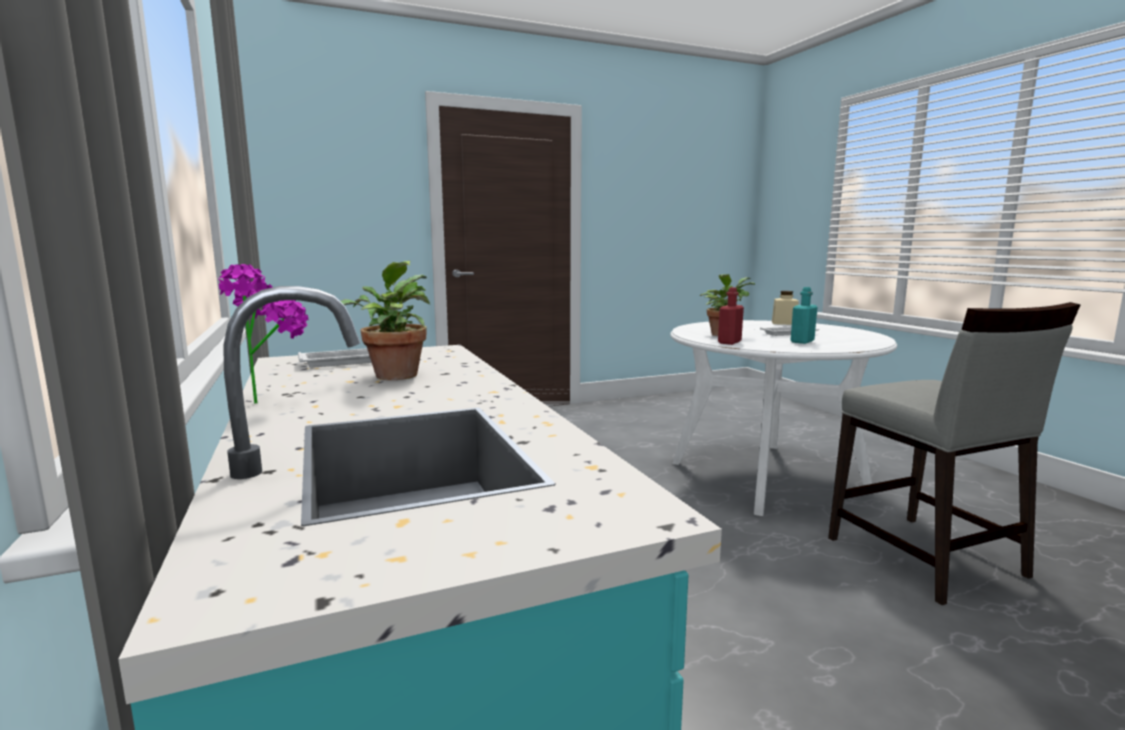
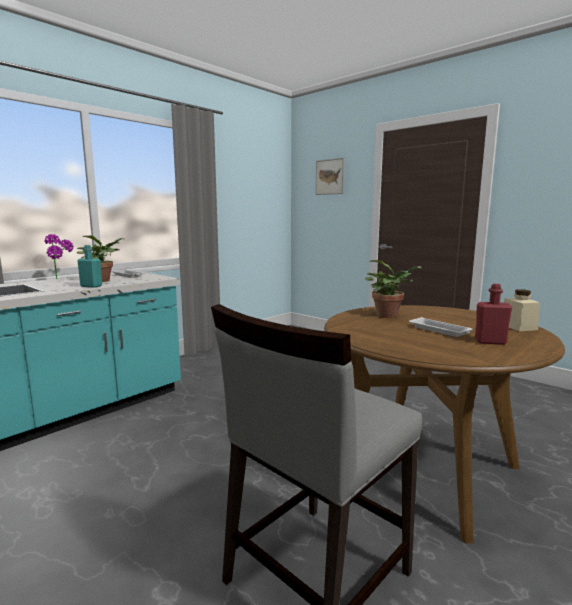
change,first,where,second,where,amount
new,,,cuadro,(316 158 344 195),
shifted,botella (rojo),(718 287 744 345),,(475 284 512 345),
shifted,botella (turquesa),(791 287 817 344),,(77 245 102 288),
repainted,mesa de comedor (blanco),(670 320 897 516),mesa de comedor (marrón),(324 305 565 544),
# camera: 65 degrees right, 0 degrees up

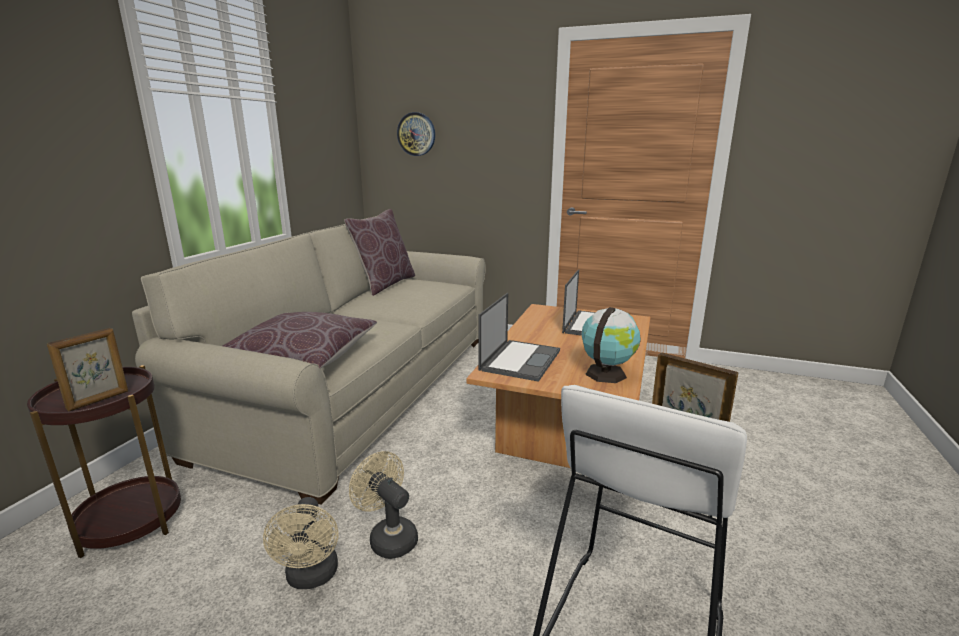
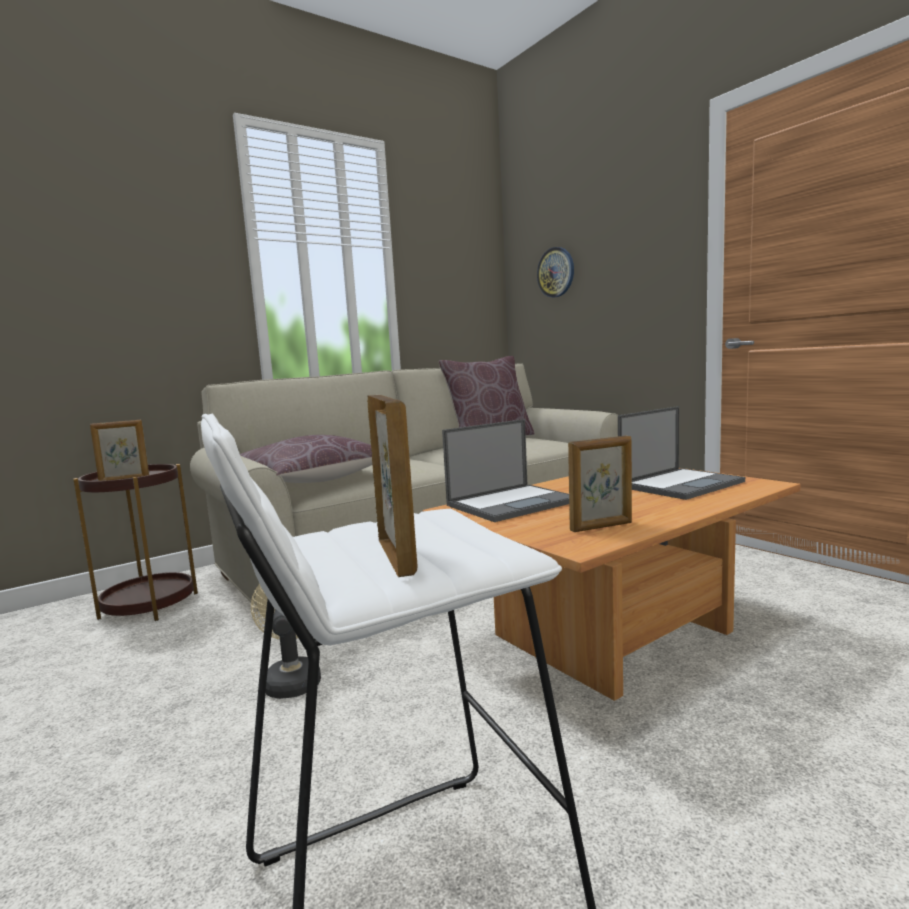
change,first,where,second,where,amount
gone,ventilador (beis),(263 497 338 589),,,
swapped,globo terráqueo,(581 307 641 383),portarretratos,(568 436 632 532),
# camera: 35 degrees right, 10 degrees down

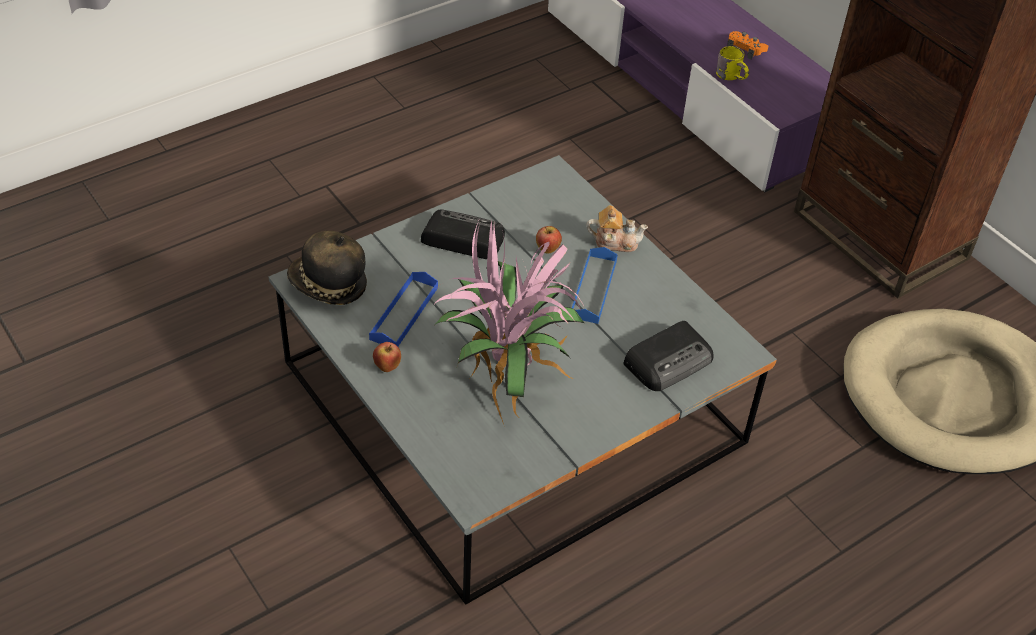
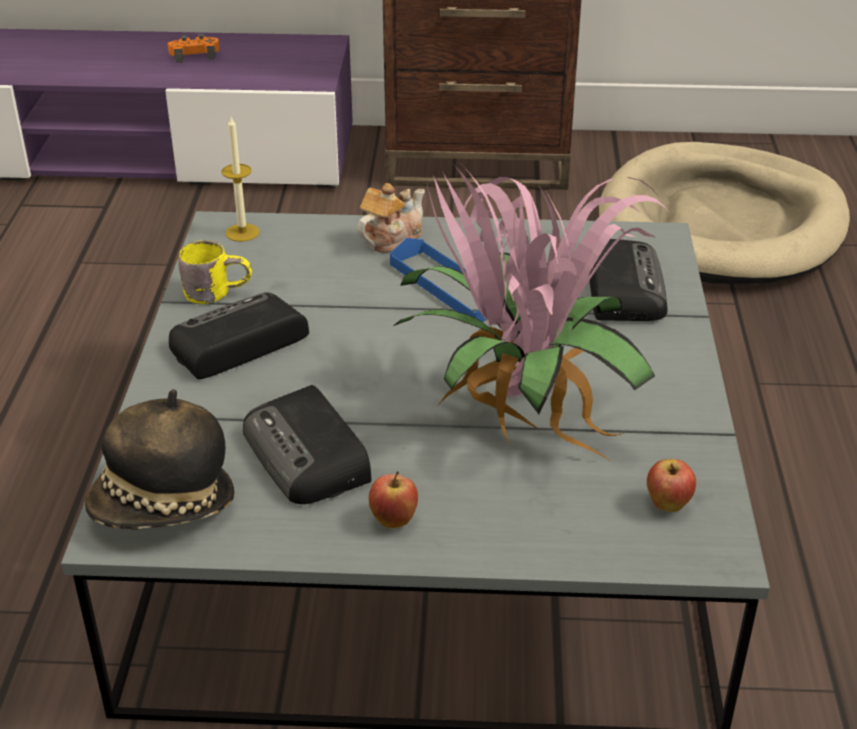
change,first,where,second,where,amount
new,,,vela,(222 117 260 242),
shifted,manzana,(536 226 562 254),,(647 459 696 512),
shifted,taza grande (amarillo),(716 46 749 80),,(178 240 252 304),
swapped,bandeja (azul),(369 272 438 346),radio,(243 385 371 504),
# camera: 50 degrees left, 10 degrees down

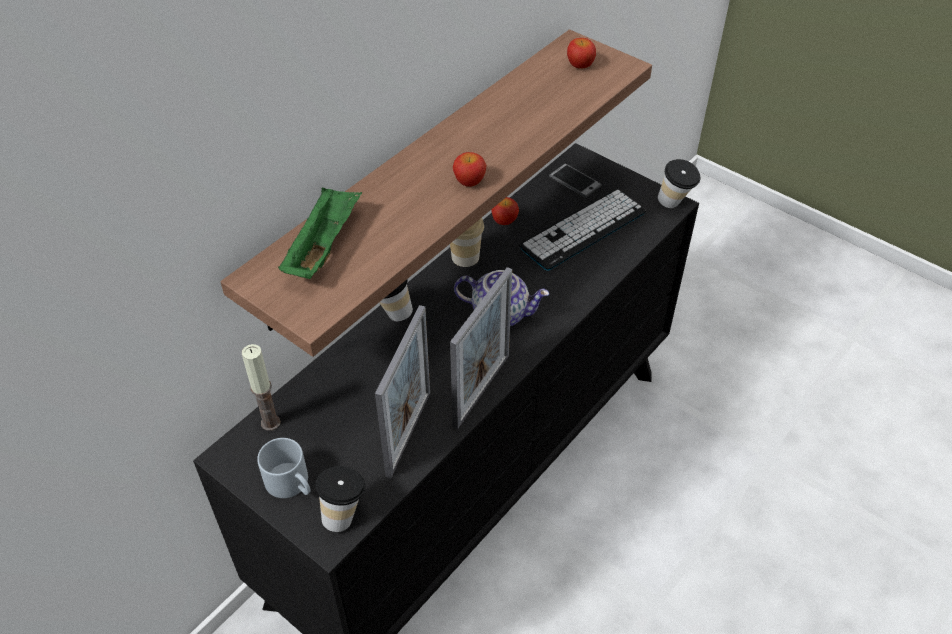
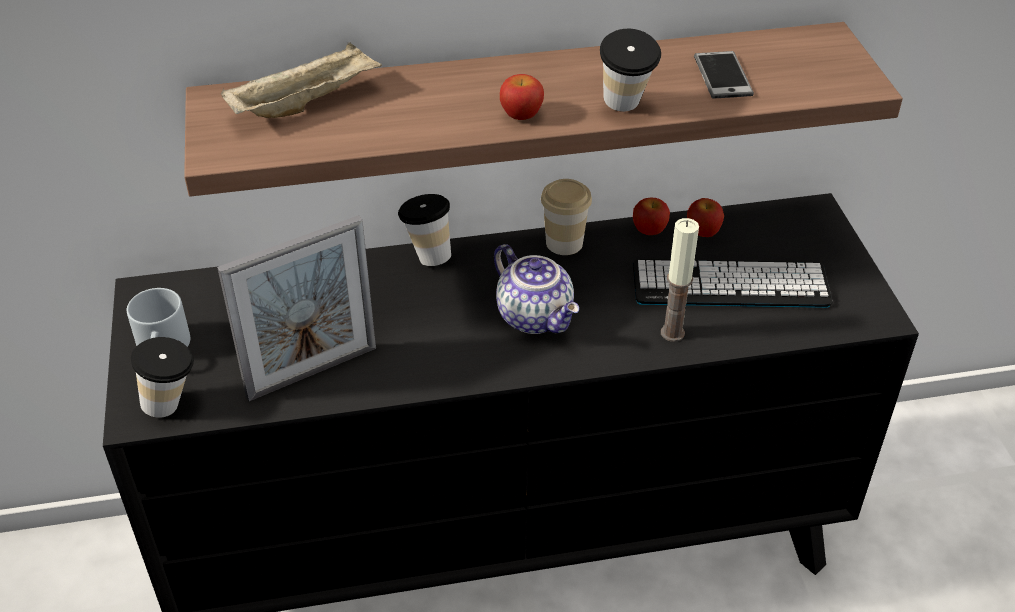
change,first,where,second,where,amount
gone,portarretratos,(450 267 512 429),,,
shifted,vela,(242 344 281 431),,(661 218 699 342),
shifted,móvil,(549 163 602 198),,(694 51 754 99),
shifted,manzana,(567 38 596 69),,(687 198 724 237),
shifted,taza,(658 159 701 208),,(600 29 661 112),
repainted,bandeja (verde),(278 188 362 279),bandeja (beis),(221 42 382 118),
# camera: 40 degrees right, 5 degrees down

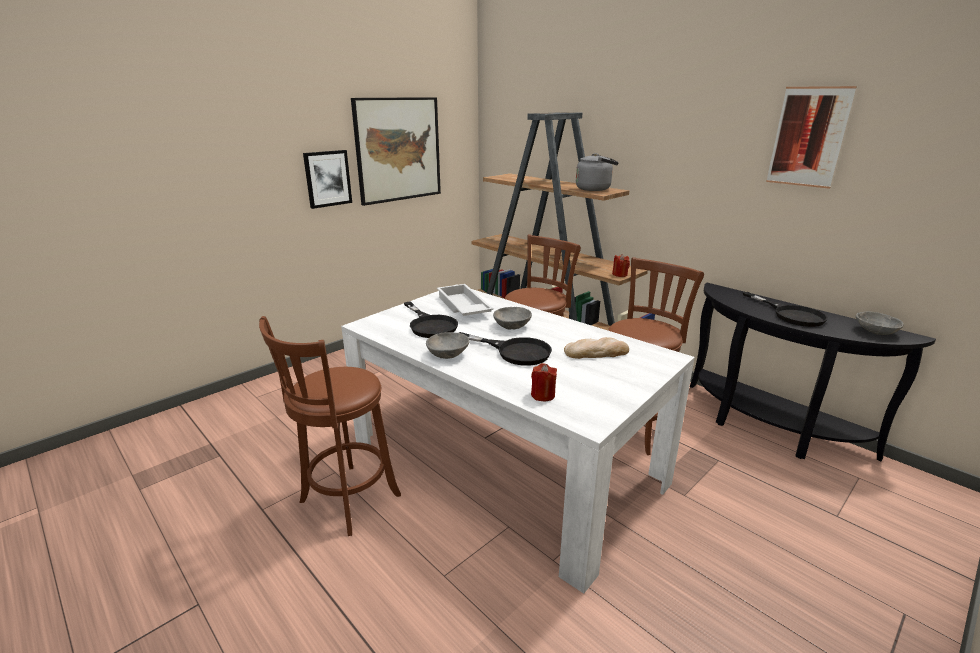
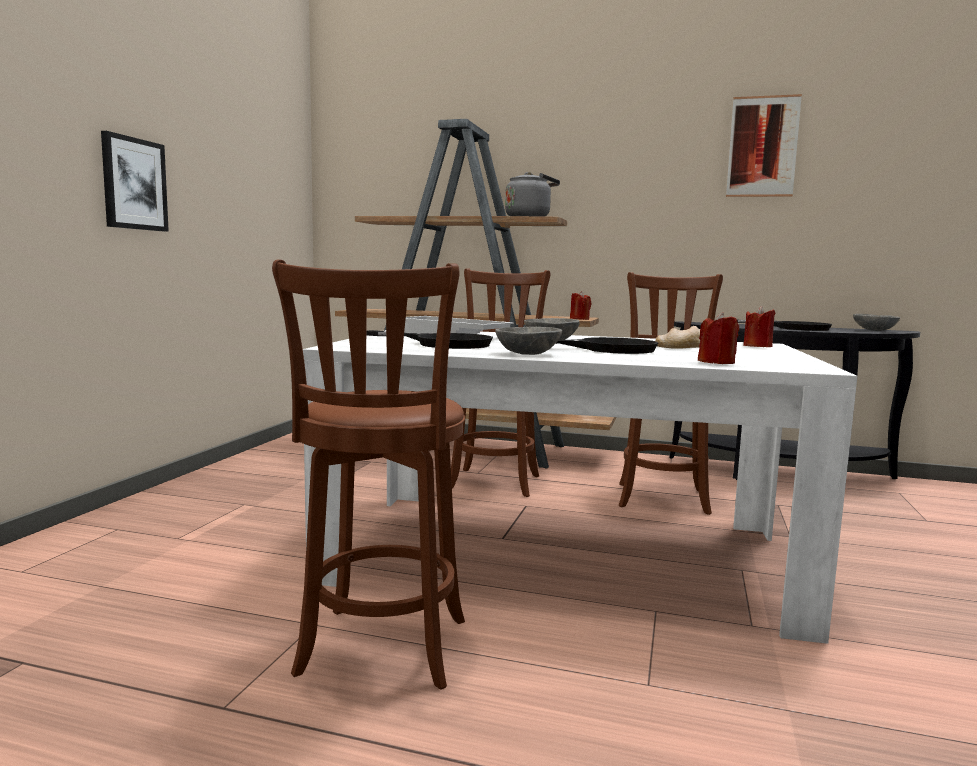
change,first,where,second,where,amount
gone,cuadro,(351 97 441 206),,,
new,,,vela (rojo),(743 306 776 347),
# camera: 30 degrees left, 15 degrees down

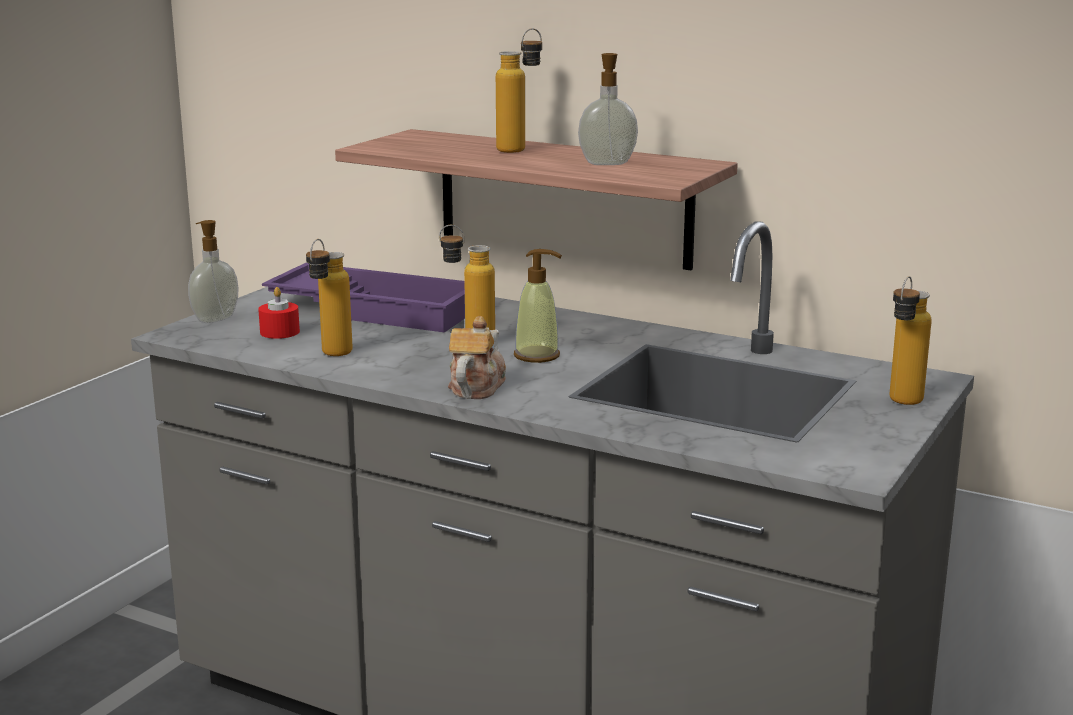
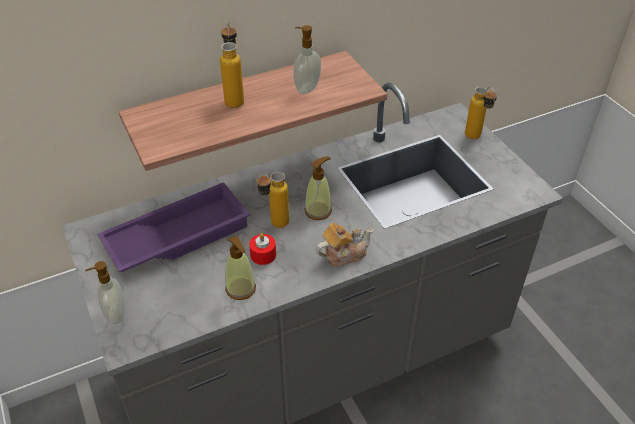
change,first,where,second,where,amount
shifted,vela (rojo),(258 287 300 339),,(249 233 276 265),
swapped,botella,(306 239 353 356),dispensador de jabón,(225 235 256 300),
rotated,tetera,(448 316 506 399),,(316 223 373 267),105 degrees clockwise
# camera: 55 degrees left, 25 degrees up

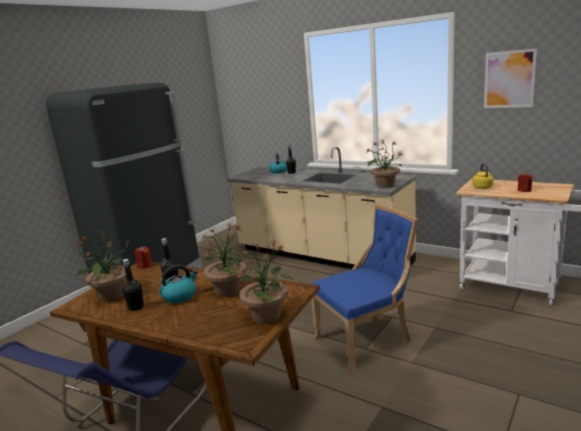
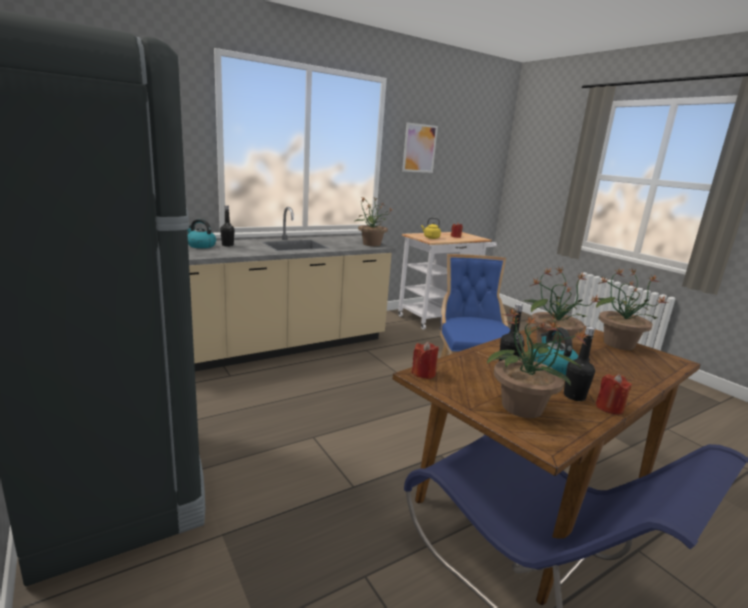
change,first,where,second,where,amount
new,,,vela (rojo),(596 374 632 415),
# camera: 70 degrees left, 0 degrees up

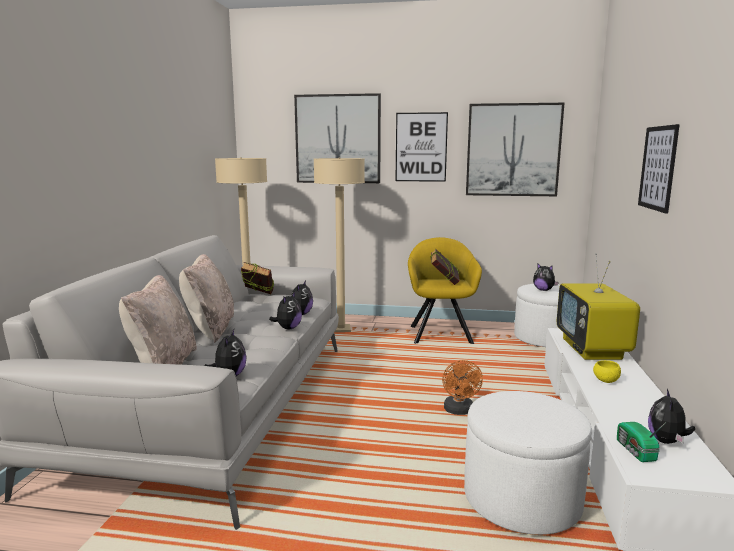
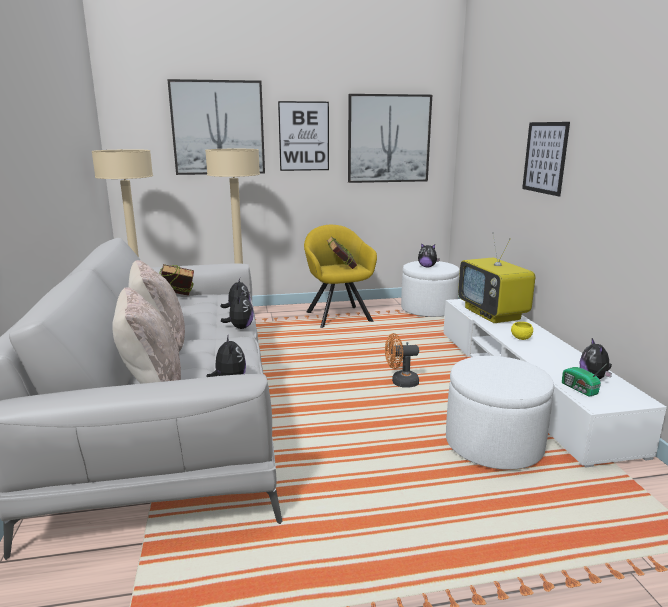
change,first,where,second,where,amount
rotated,ventilador (naranja),(442 360 483 415),,(385 333 419 388),105 degrees clockwise
# camera: 20 degrees left, 5 degrees up

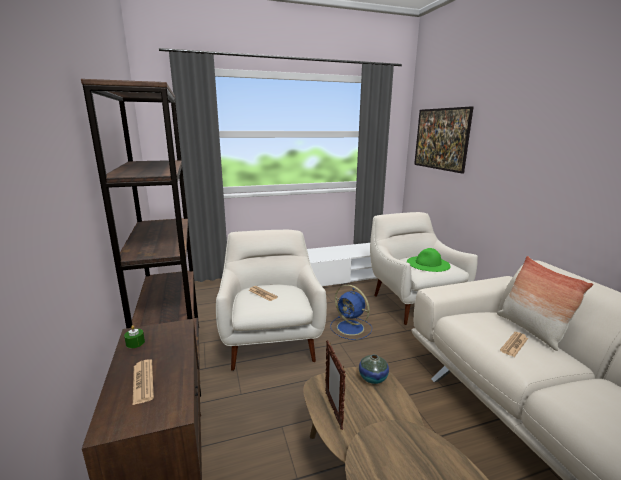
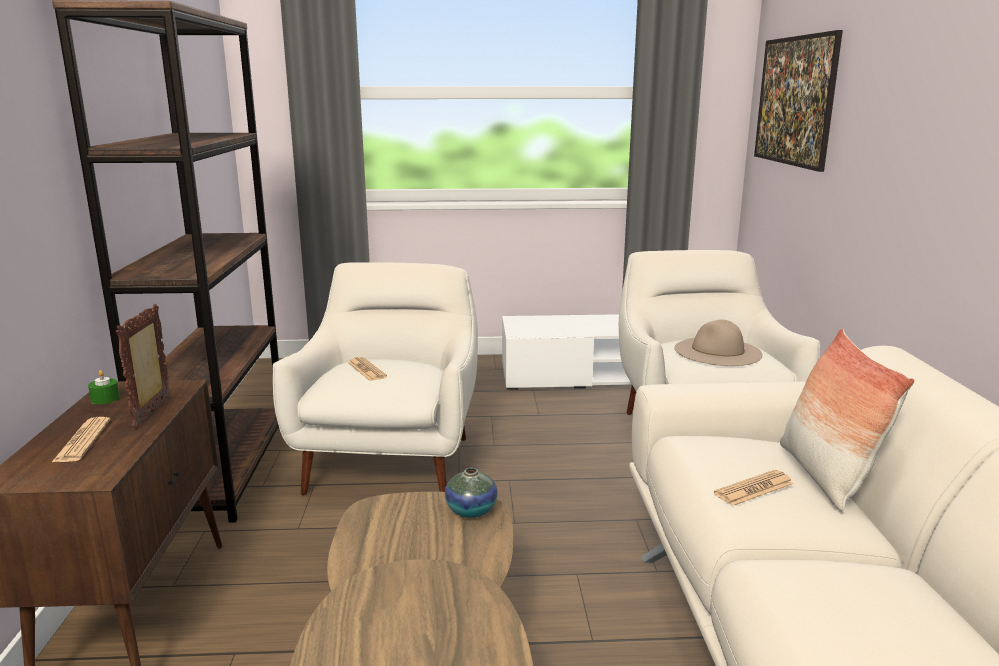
change,first,where,second,where,amount
gone,ventilador (azul),(330 285 372 340),,,
shifted,portarretratos,(325 340 346 430),,(116 304 170 429),
repainted,sombrero (verde),(407 248 451 272),sombrero (beis),(674 320 763 366),
# camera: 15 degrees right, 0 degrees up

